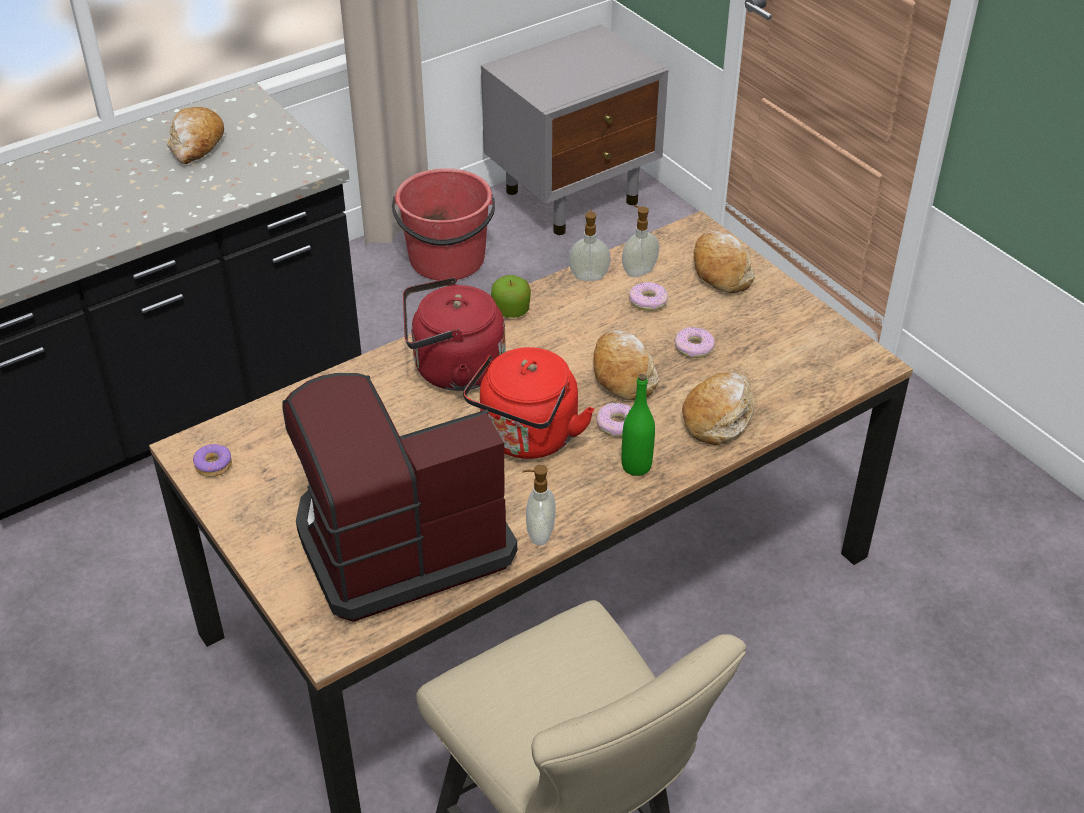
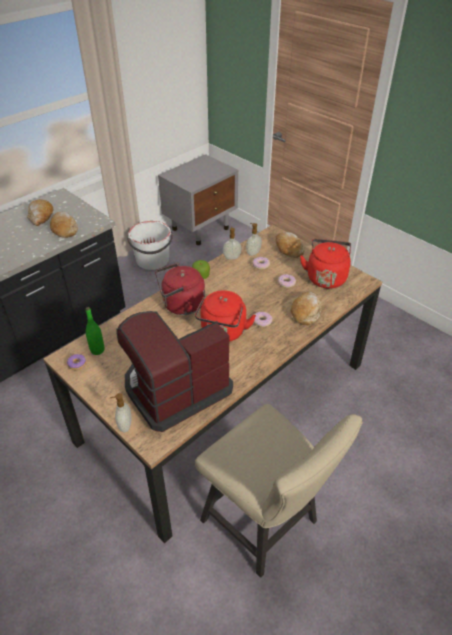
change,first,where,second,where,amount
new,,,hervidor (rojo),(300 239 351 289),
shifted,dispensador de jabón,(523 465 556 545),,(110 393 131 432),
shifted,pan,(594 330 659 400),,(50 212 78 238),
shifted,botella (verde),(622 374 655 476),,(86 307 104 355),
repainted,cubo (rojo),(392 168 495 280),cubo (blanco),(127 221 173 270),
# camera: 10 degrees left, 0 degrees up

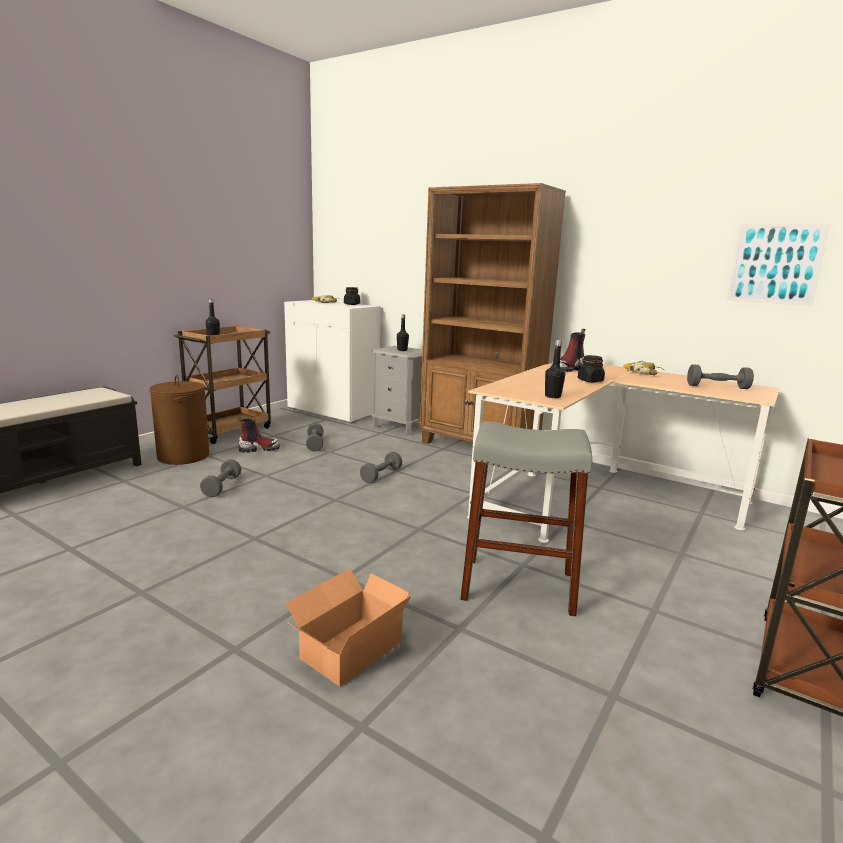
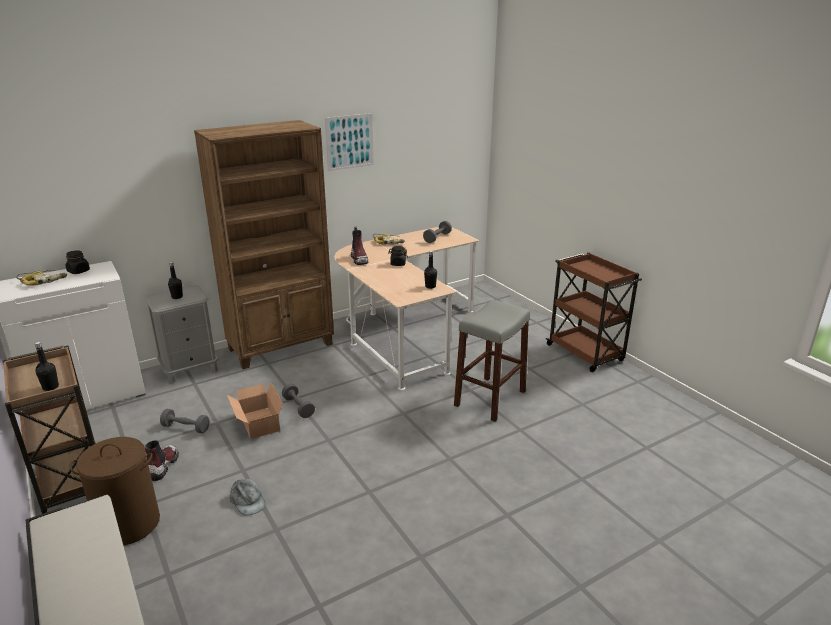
change,first,where,second,where,amount
shifted,caja de cartón,(286 568 412 687),,(227 382 283 439),
shifted,cuadro,(726 224 831 306),,(325 113 374 171),
swapped,mancuerna (gris),(200 459 241 497),gorra (gris),(230 479 266 515),
# camera: 65 degrees left, 10 degrees up

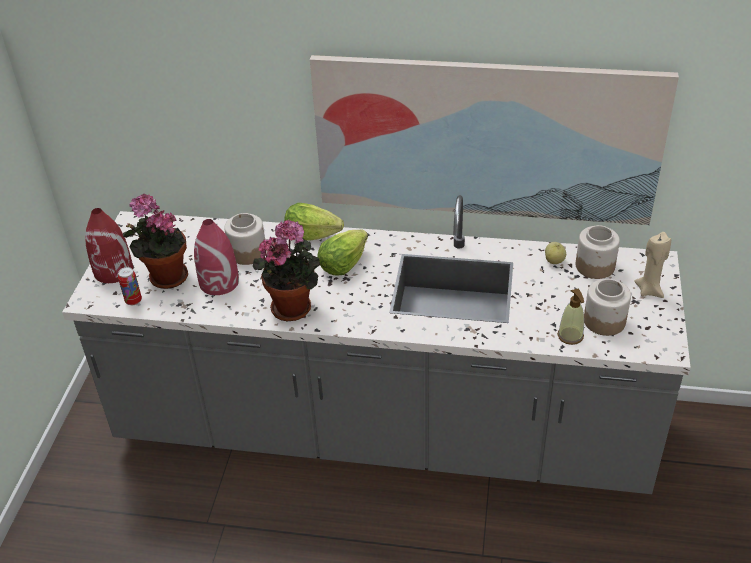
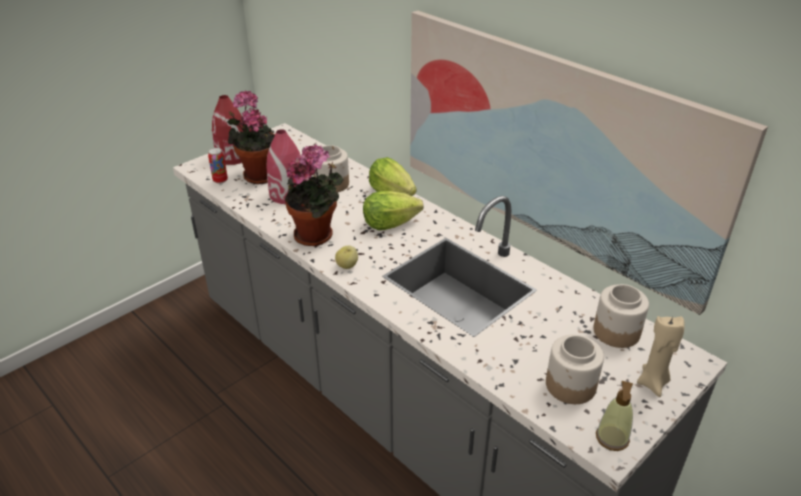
change,first,where,second,where,amount
shifted,manzana,(545 242 566 264),,(335 245 358 269),
shifted,dispensador de jabón,(557 289 584 345),,(596 381 633 451),
# camera: 35 degrees right, 5 degrees down

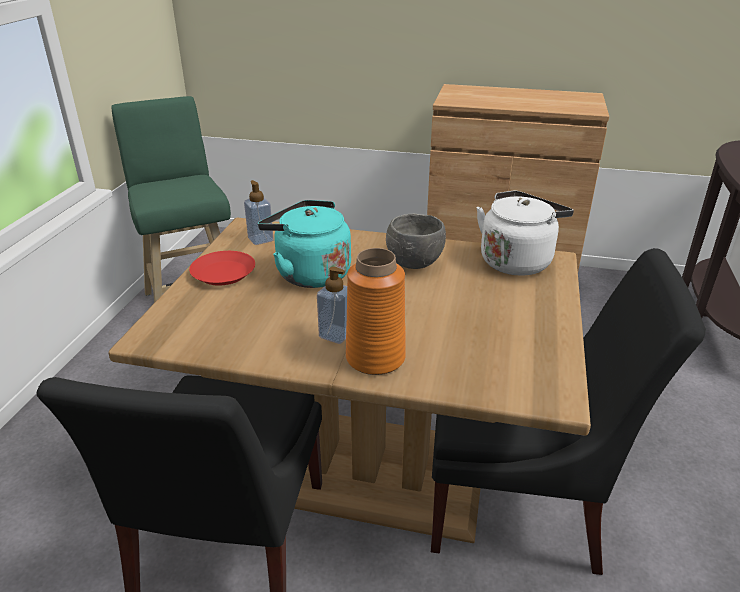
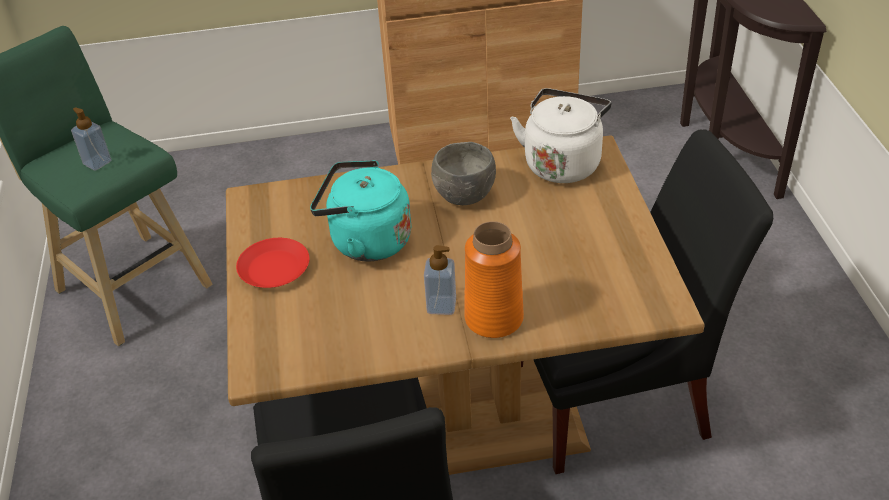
change,first,where,second,where,amount
shifted,dispensador de jabón,(244 180 274 245),,(71 107 111 171),
# camera: 20 degrees left, 10 degrees up

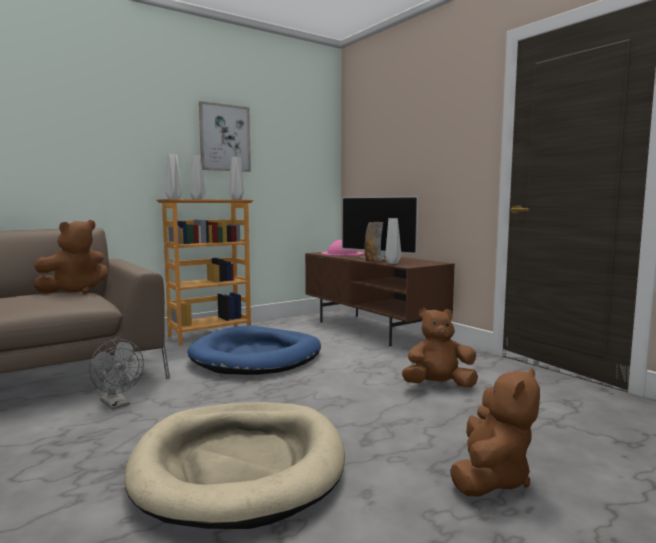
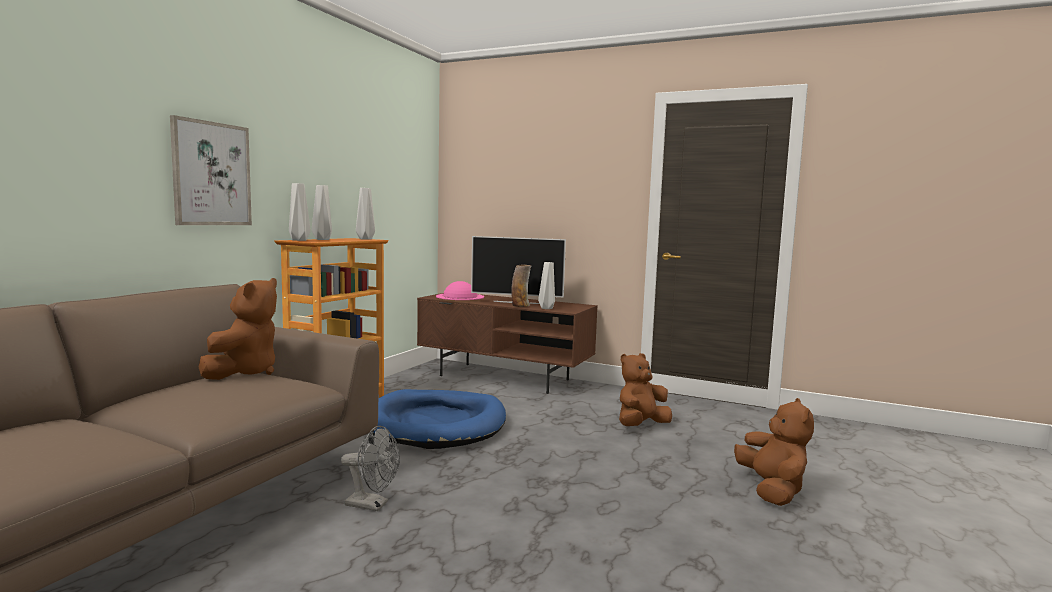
change,first,where,second,where,amount
gone,cama para perro (beis),(124 402 345 529),,,
shifted,cuadro,(199 101 251 172),,(170 115 252 225),
# camera: 30 degrees left, 0 degrees up

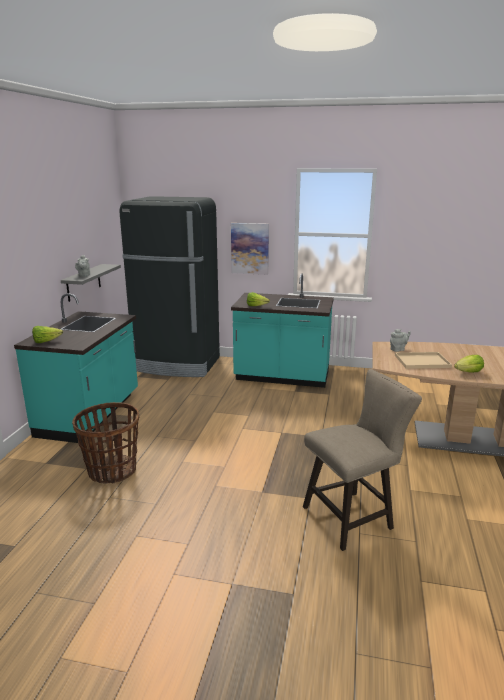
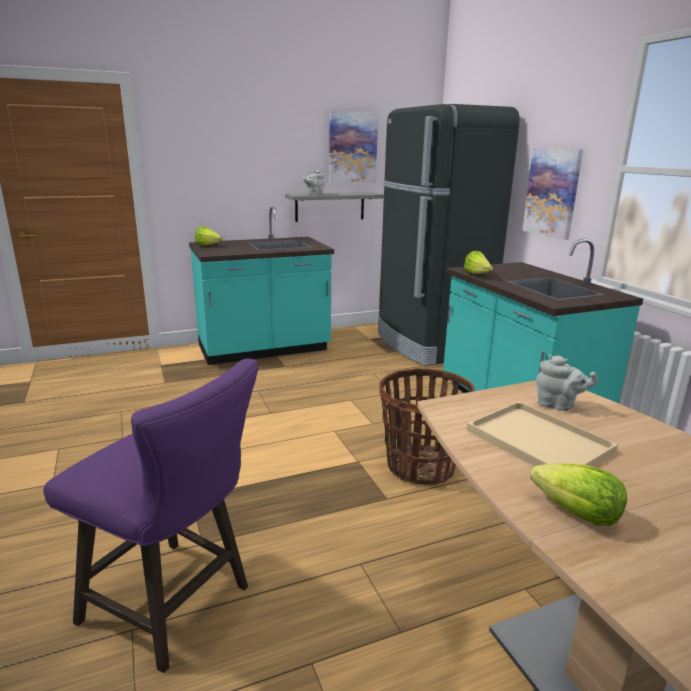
change,first,where,second,where,amount
new,,,cuadro,(329 111 378 183),
shifted,cesta,(72 402 139 484),,(380 368 475 485),
repainted,taburete (beis),(303 369 422 551),taburete (morado),(43 358 259 673),
# camera: 55 degrees right, 0 degrees up

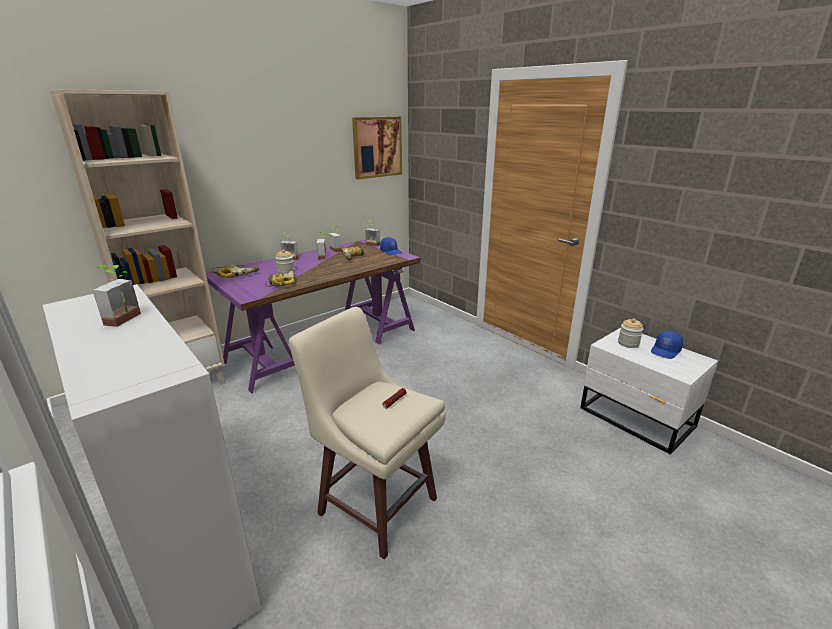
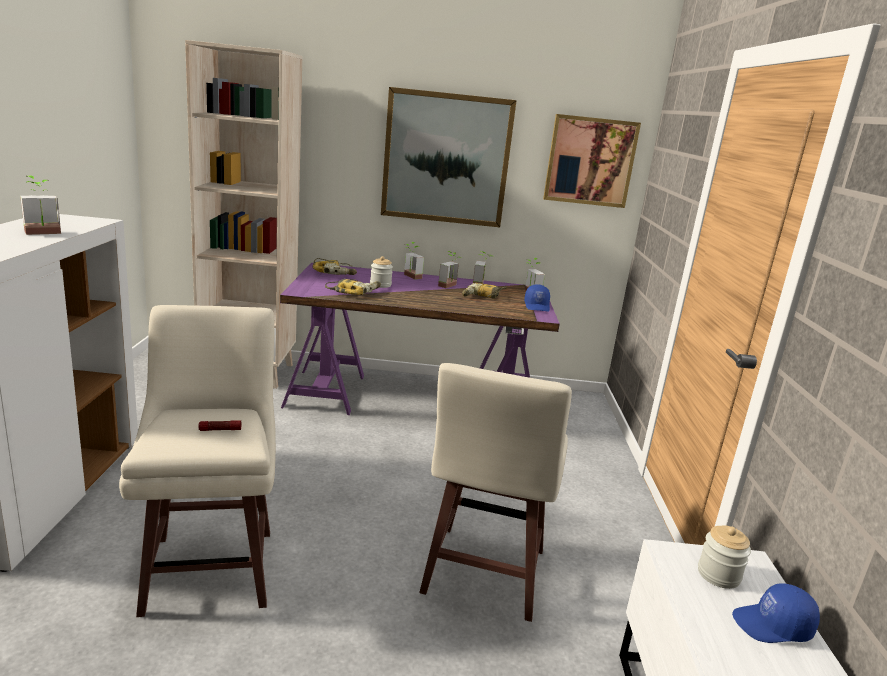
change,first,where,second,where,amount
new,,,cuadro,(381 87 517 227),
new,,,taburete (beis),(419 363 572 622),
# camera: 40 degrees right, 5 degrees down

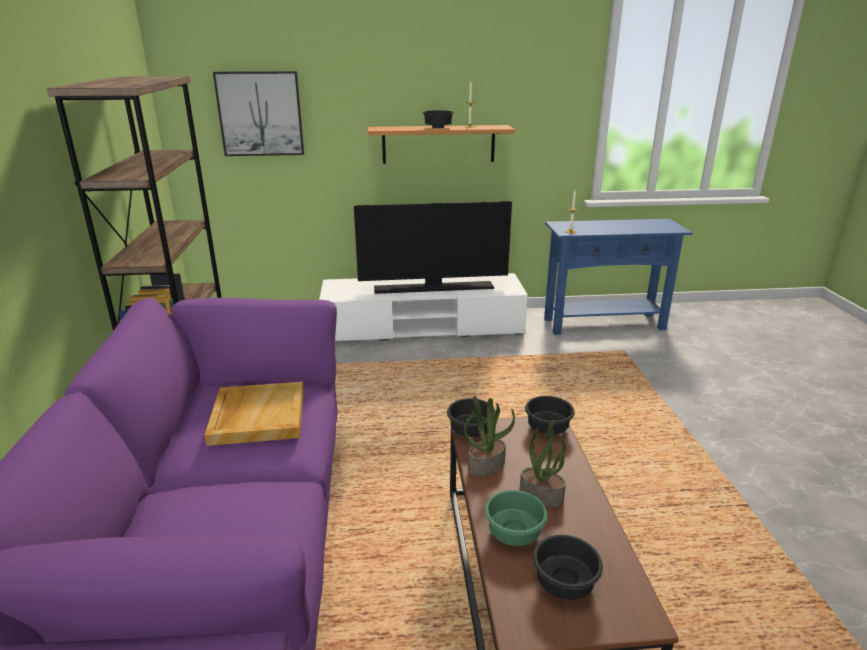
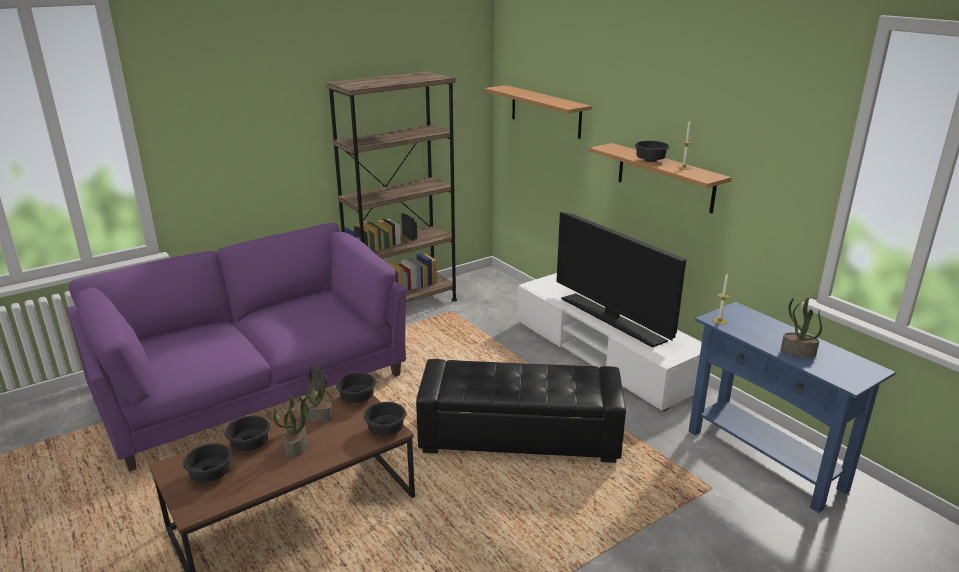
change,first,where,second,where,amount
gone,bandeja (beis),(204 382 304 446),,,
new,,,puf (negro),(416 359 626 463),
new,,,planta en maceta,(781 297 822 358),
swapped,cuadro,(213 71 304 156),estante,(484 85 592 139),
repainted,cuenco (verde),(485 490 547 546),cuenco (negro),(225 416 270 451),
# camera: 60 degrees right, 0 degrees up

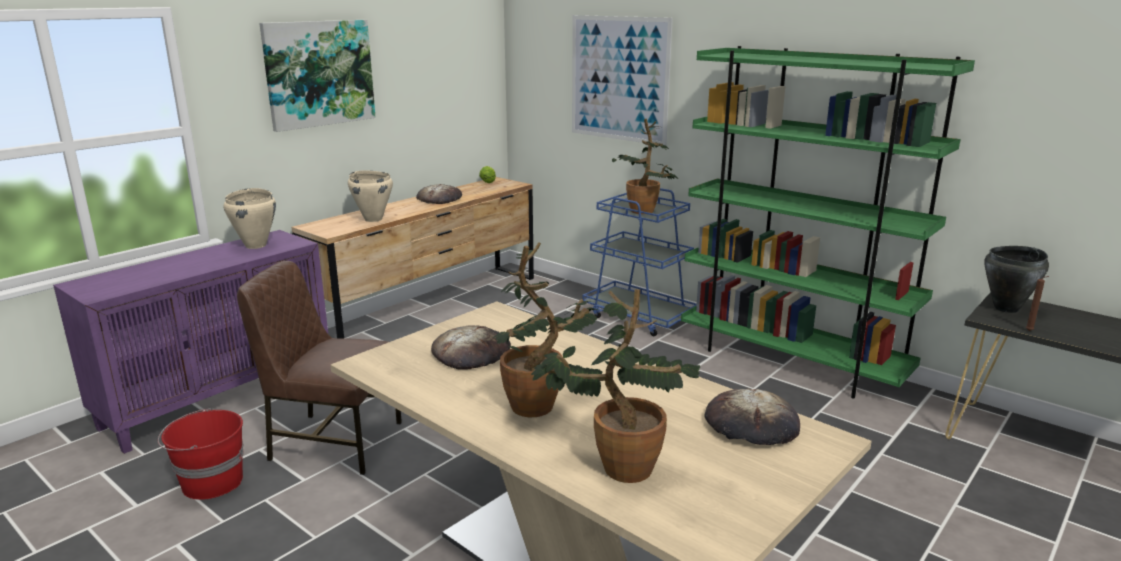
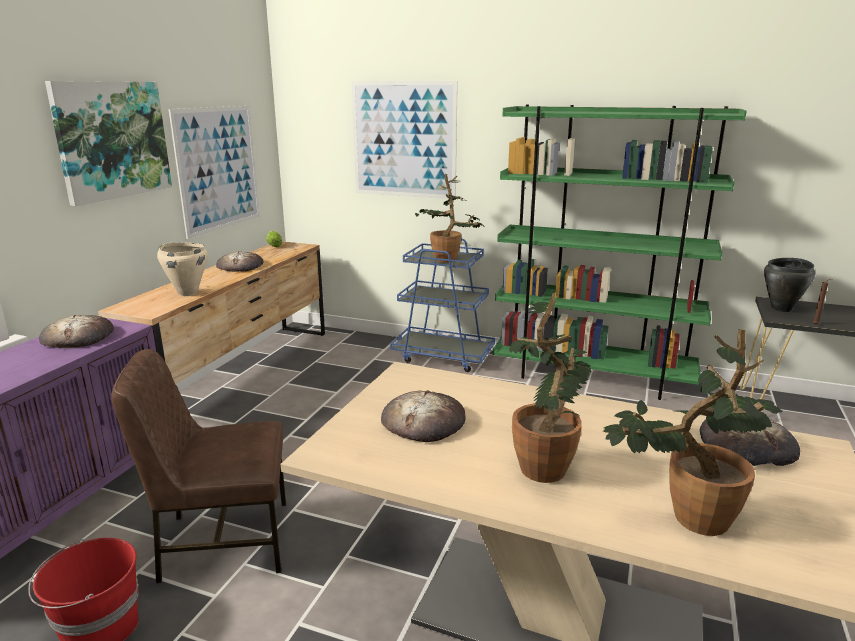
change,first,where,second,where,amount
new,,,cuadro,(169 106 260 239),
swapped,olla (beis),(223 188 276 249),pan,(39 315 114 348),
# camera: 20 degrees left, 0 degrees up

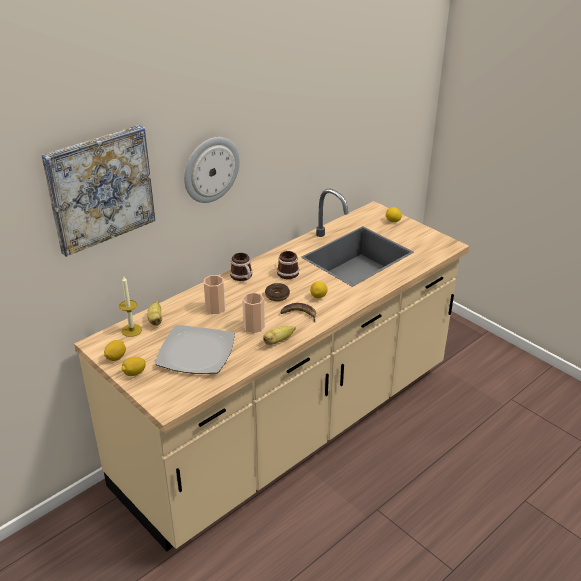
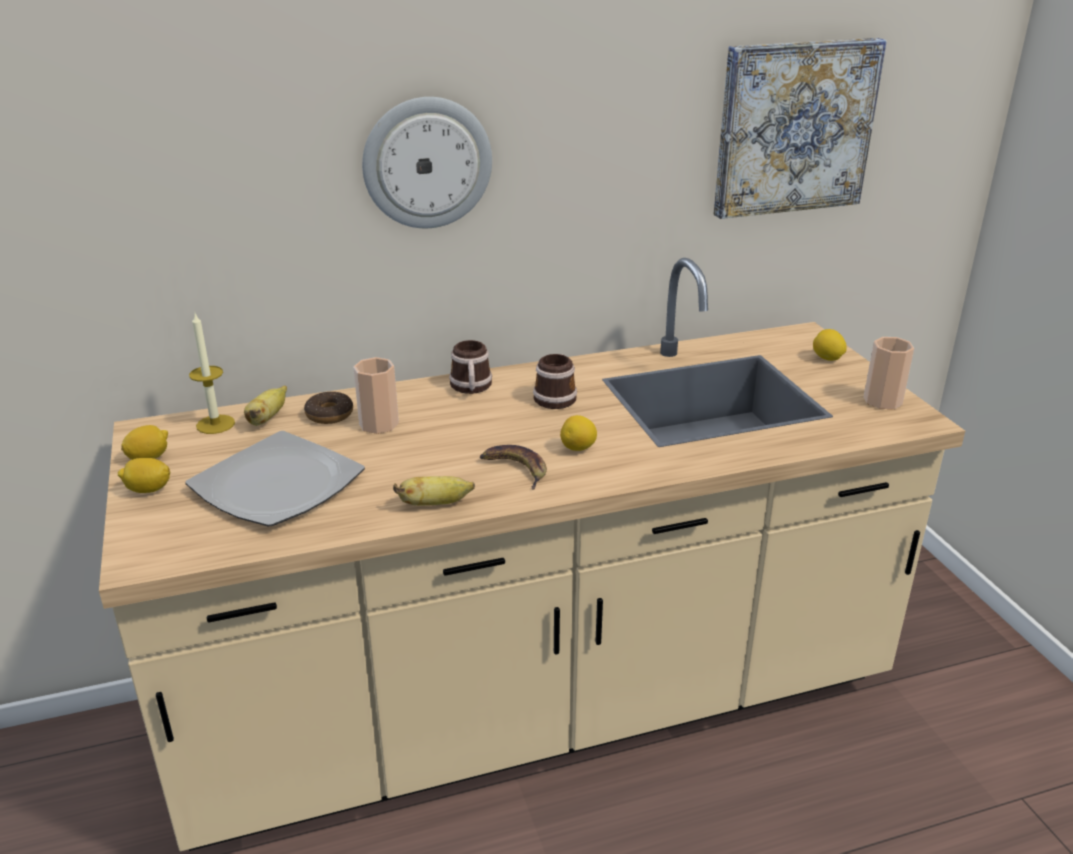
change,first,where,second,where,amount
shifted,cuadro,(41 125 155 257),,(713 38 887 219),
shifted,taza,(242 292 265 333),,(864 337 914 409),
shifted,rosquilla,(265 283 290 301),,(304 391 353 424),
# camera: 25 degrees right, 5 degrees down

